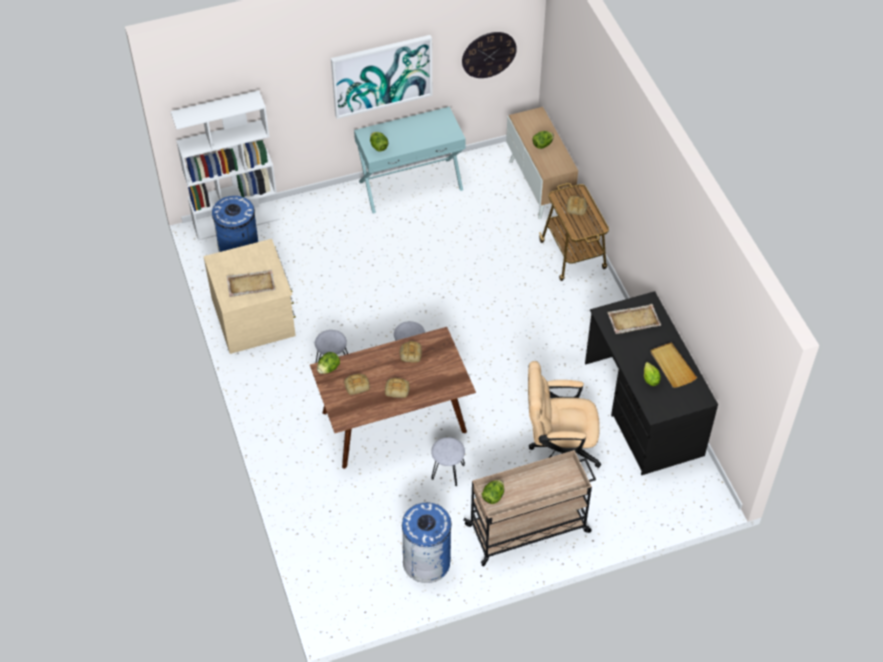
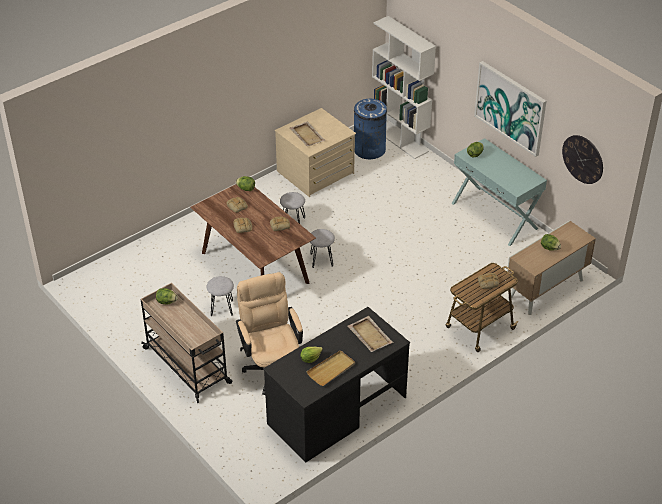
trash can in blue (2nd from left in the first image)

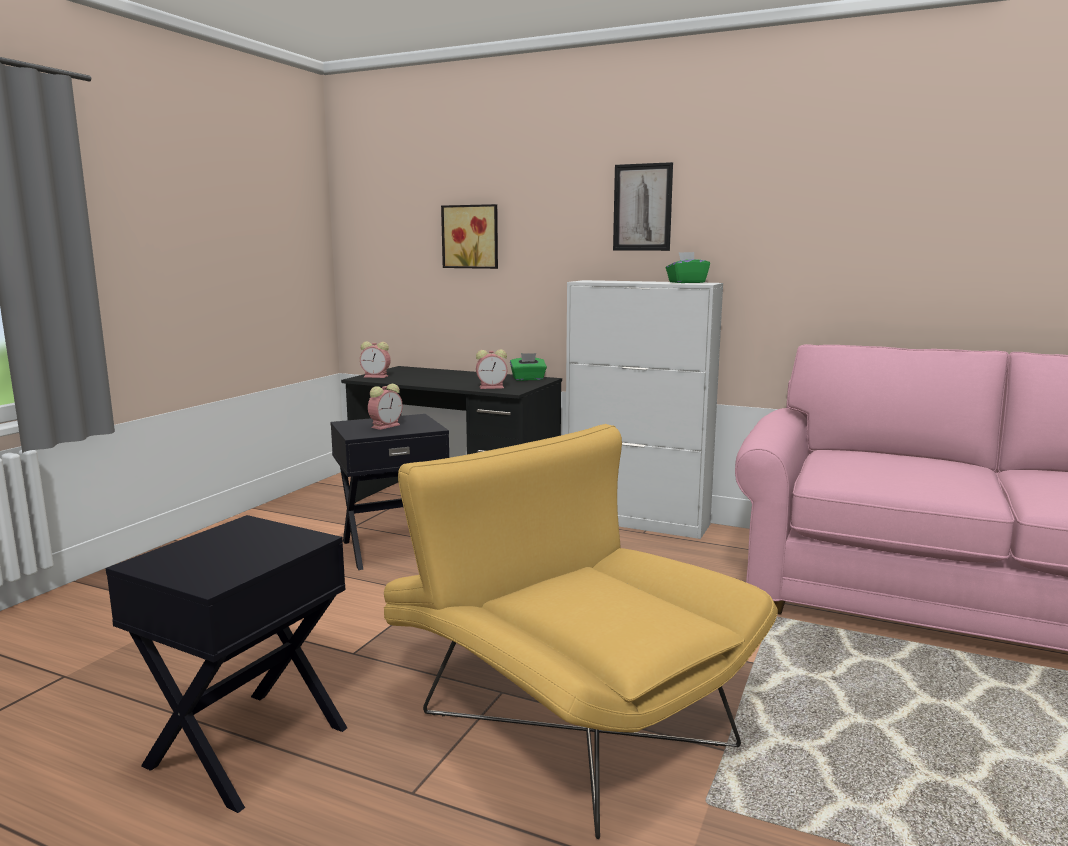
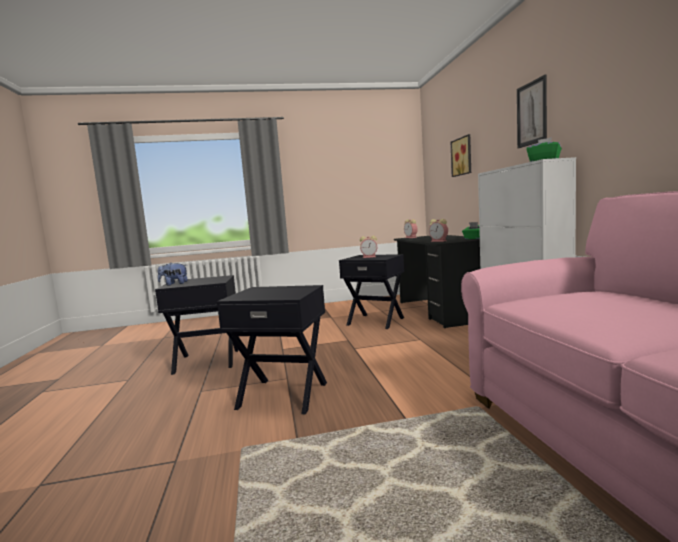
side table in black (2nd from left); plush toy

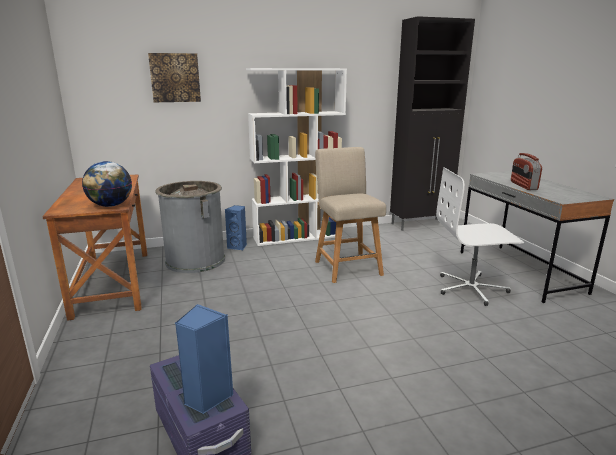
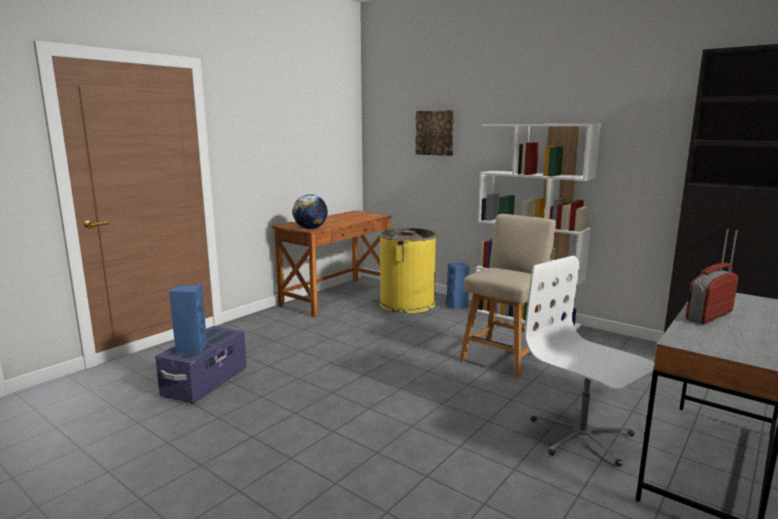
trash can in yellow

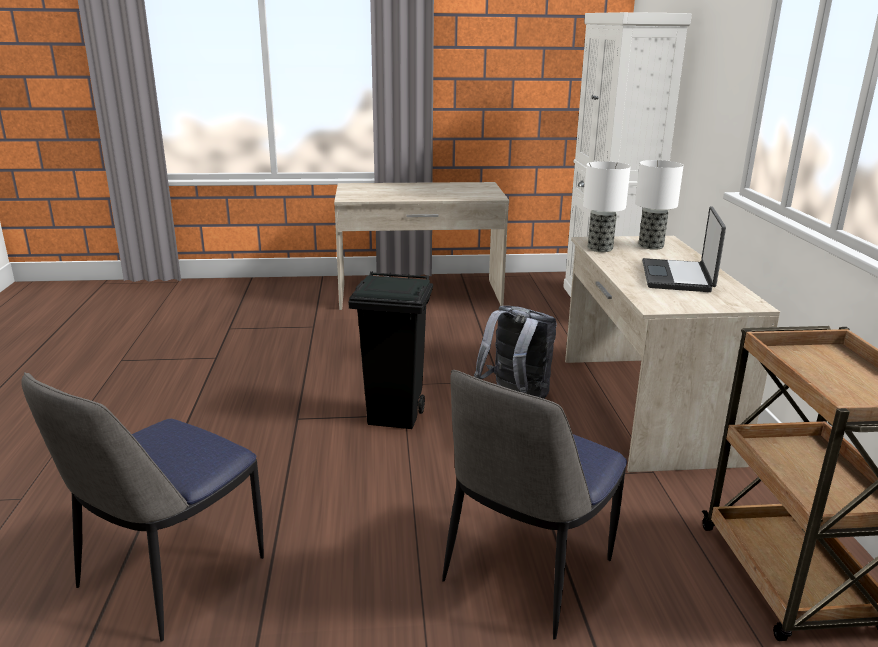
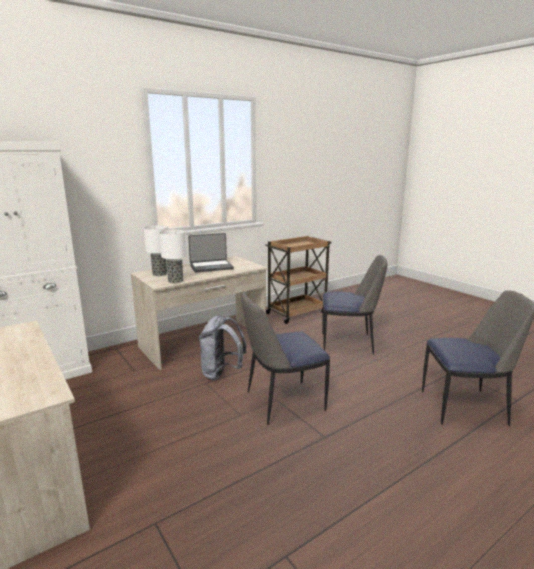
chair (1st from left)

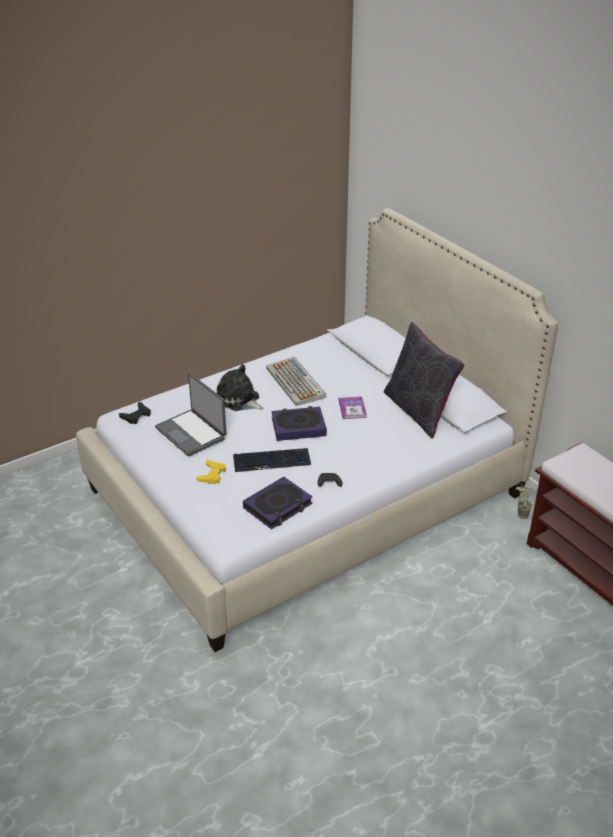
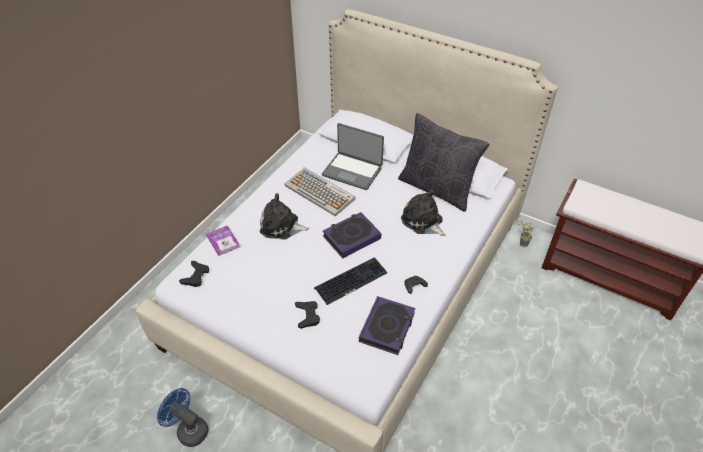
laptop; book (1st from left); game controller in black (2nd from left); plush toy (2nd from left); fan in blue

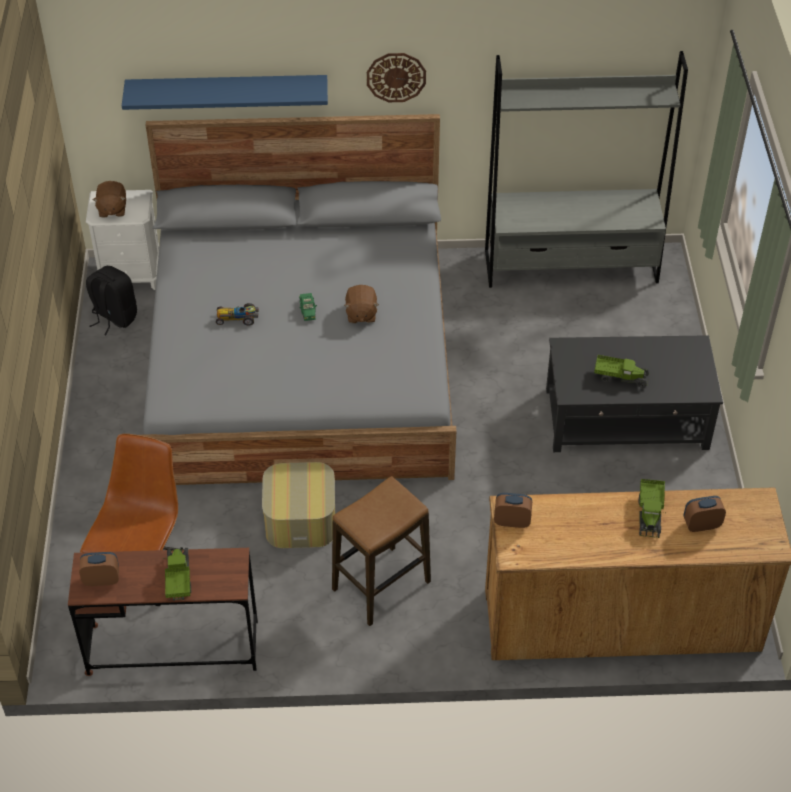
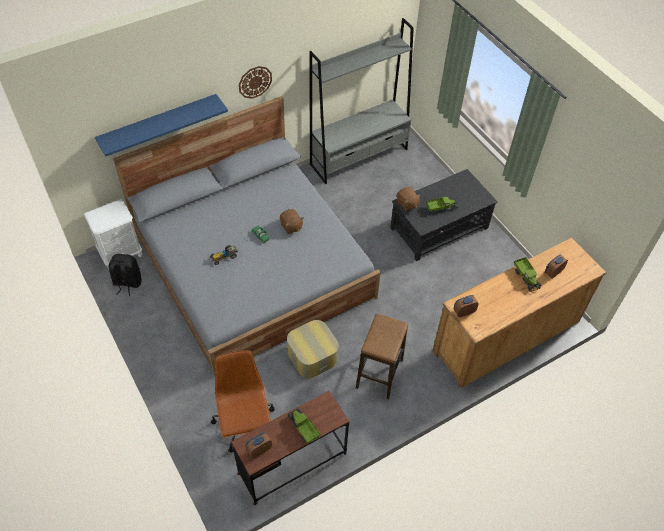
plush toy in brown (2nd from left)

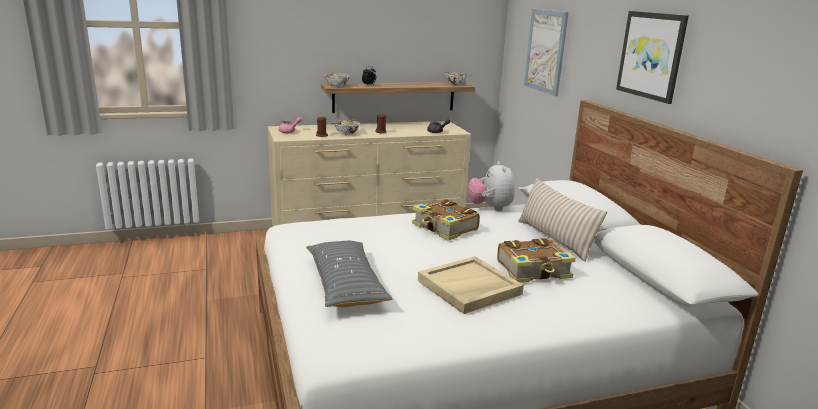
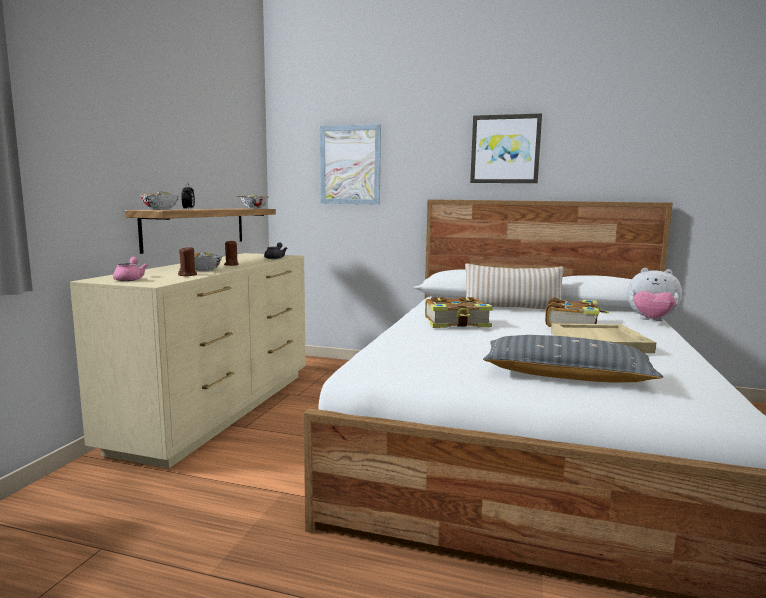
plush toy

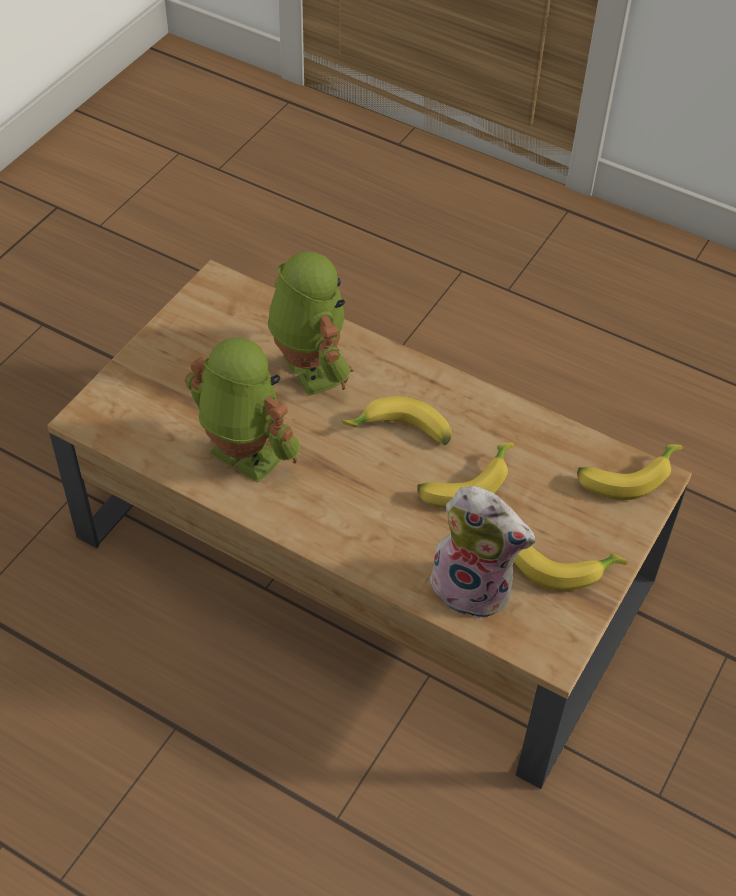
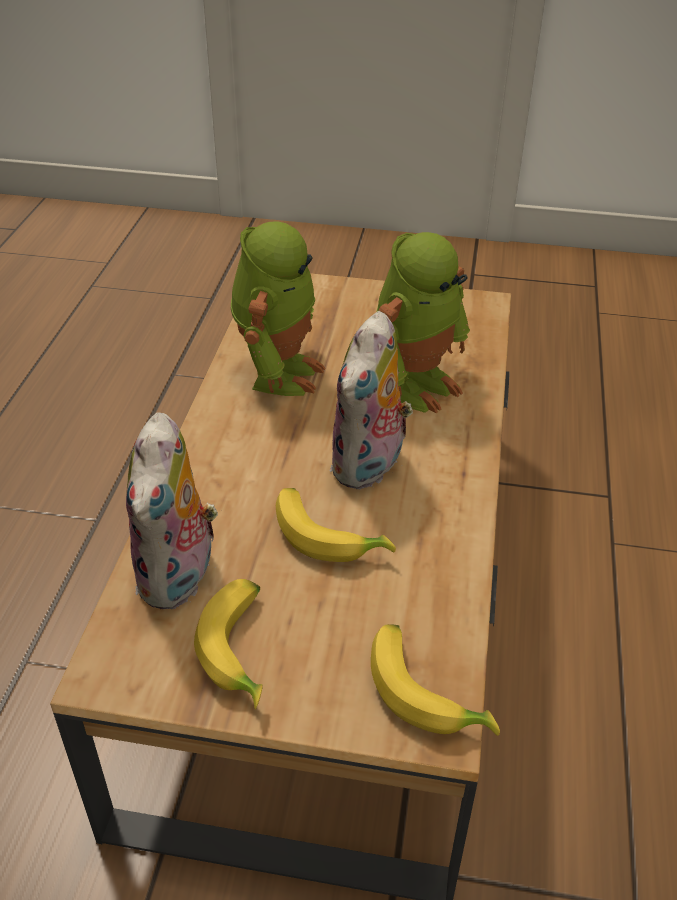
plush toy (2nd from left)

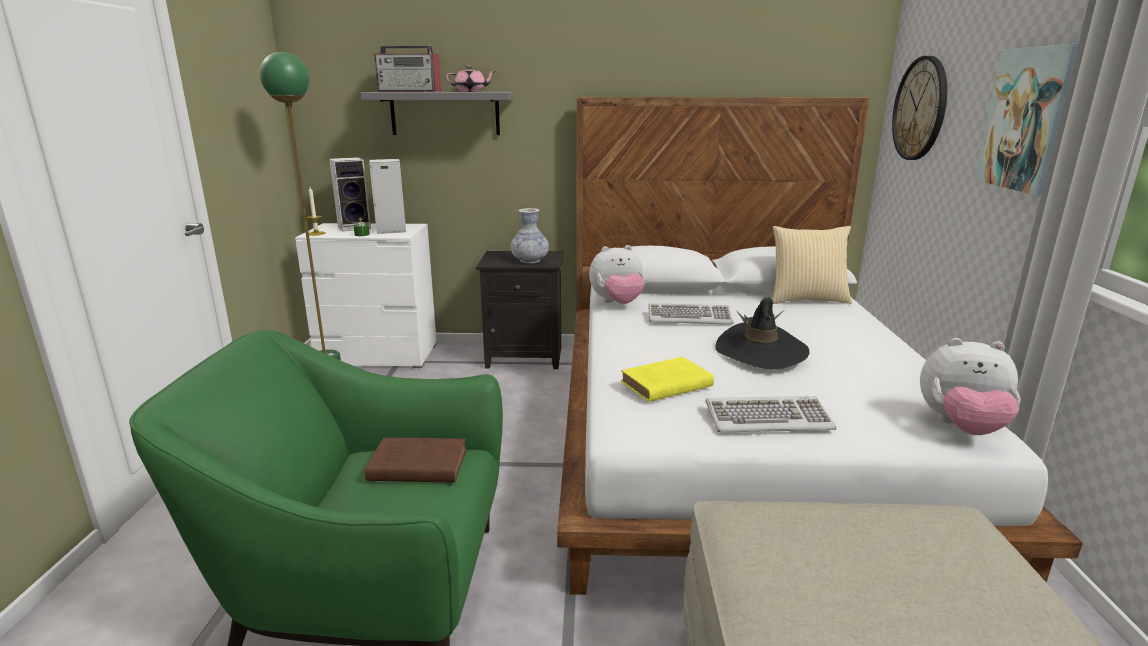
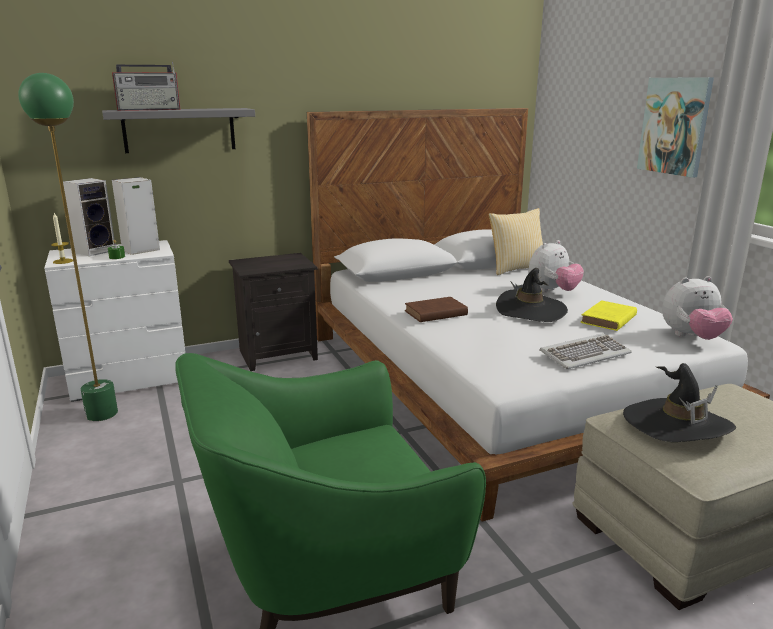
wall clock; teapot in pink; vase; plush toy (1st from left); keyboard (1st from left in the first image); book in yellow; book in brown; hat in black (2nd from left)

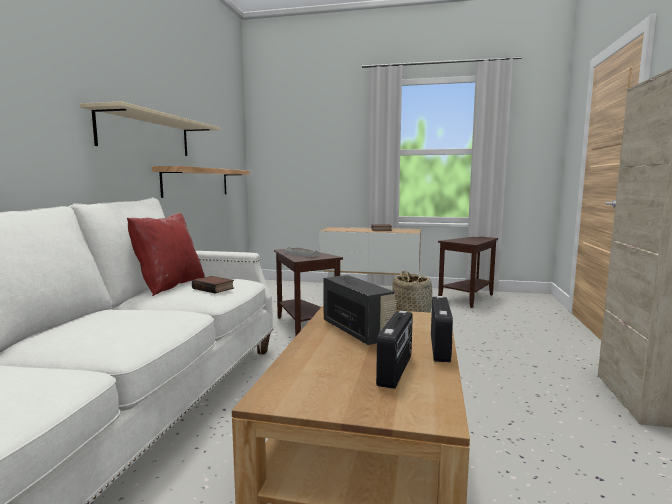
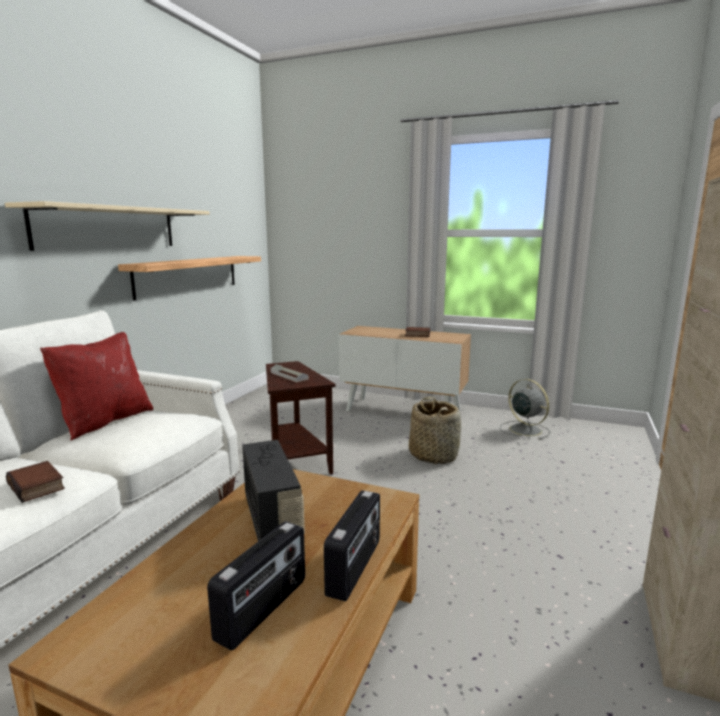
fan in grey; book (1st from left)

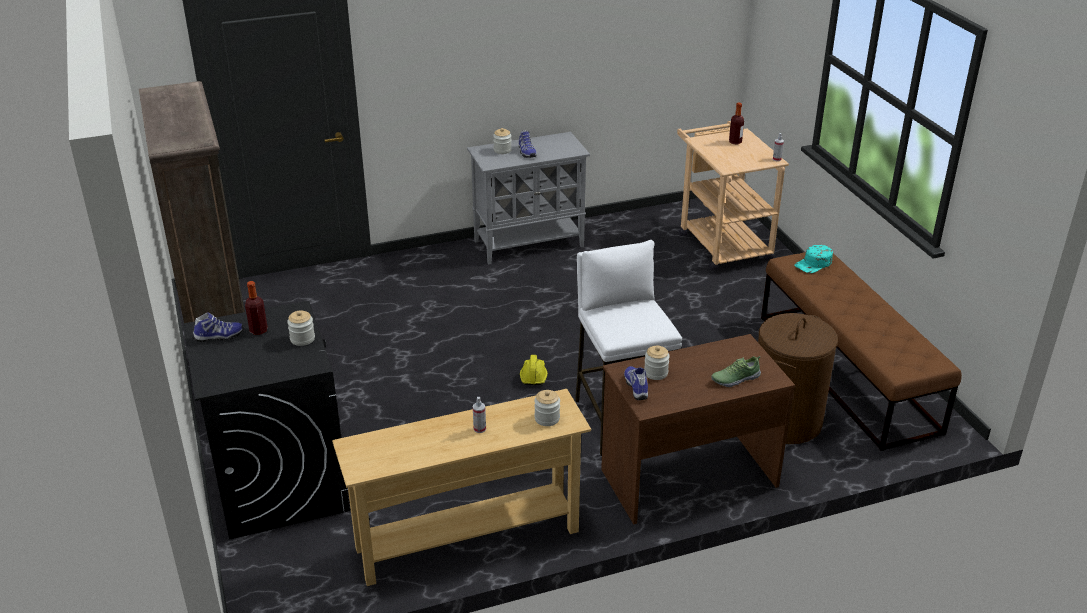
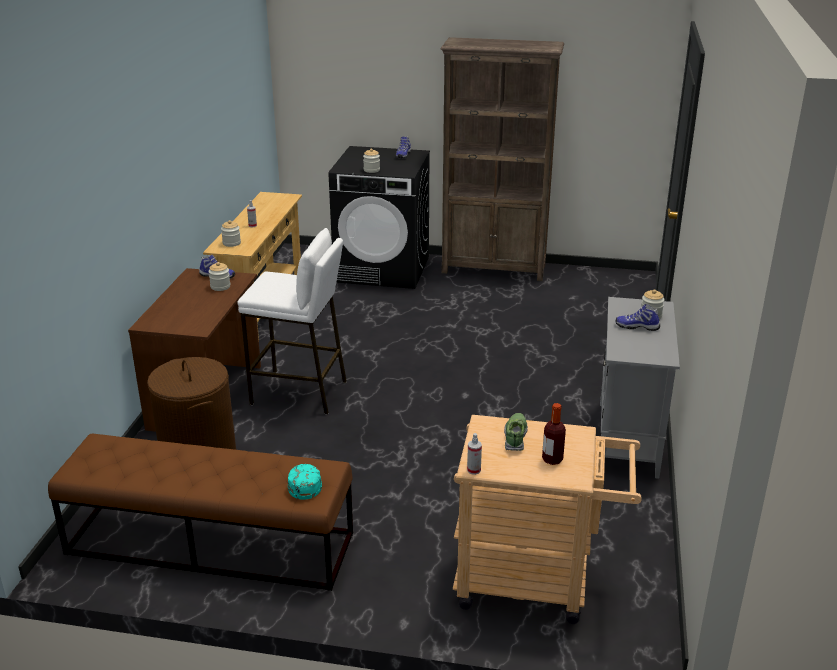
bottle (1st from left in the first image); hard hat in yellow; shoe (3rd from left)

